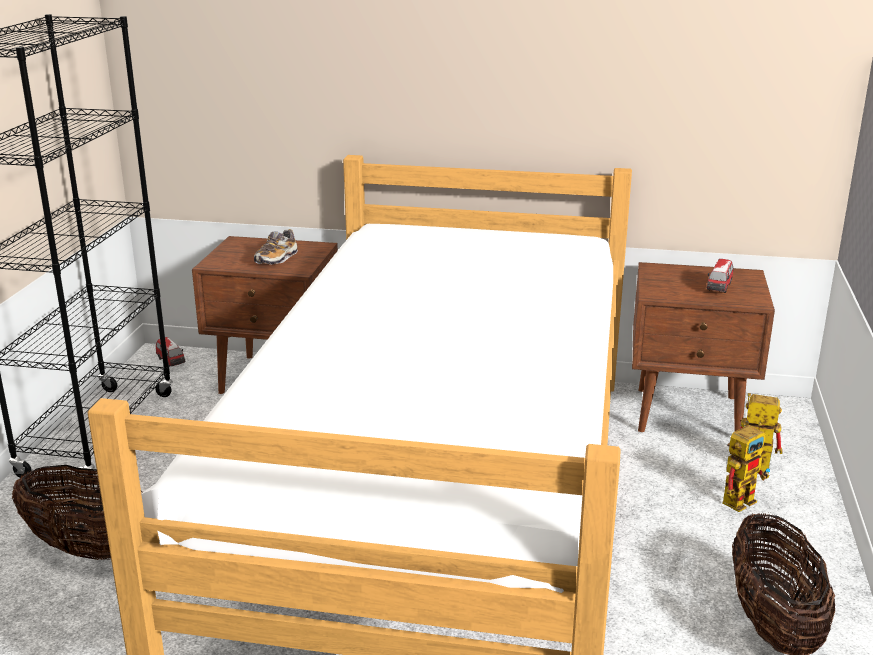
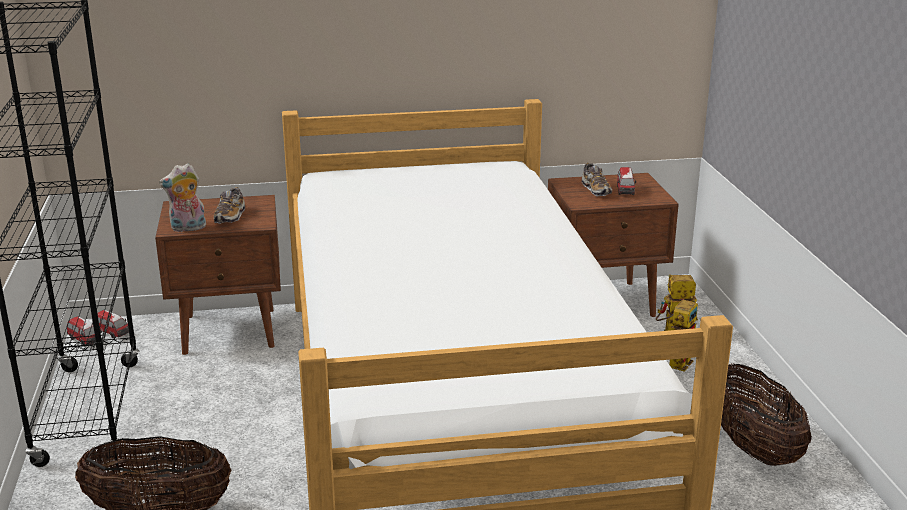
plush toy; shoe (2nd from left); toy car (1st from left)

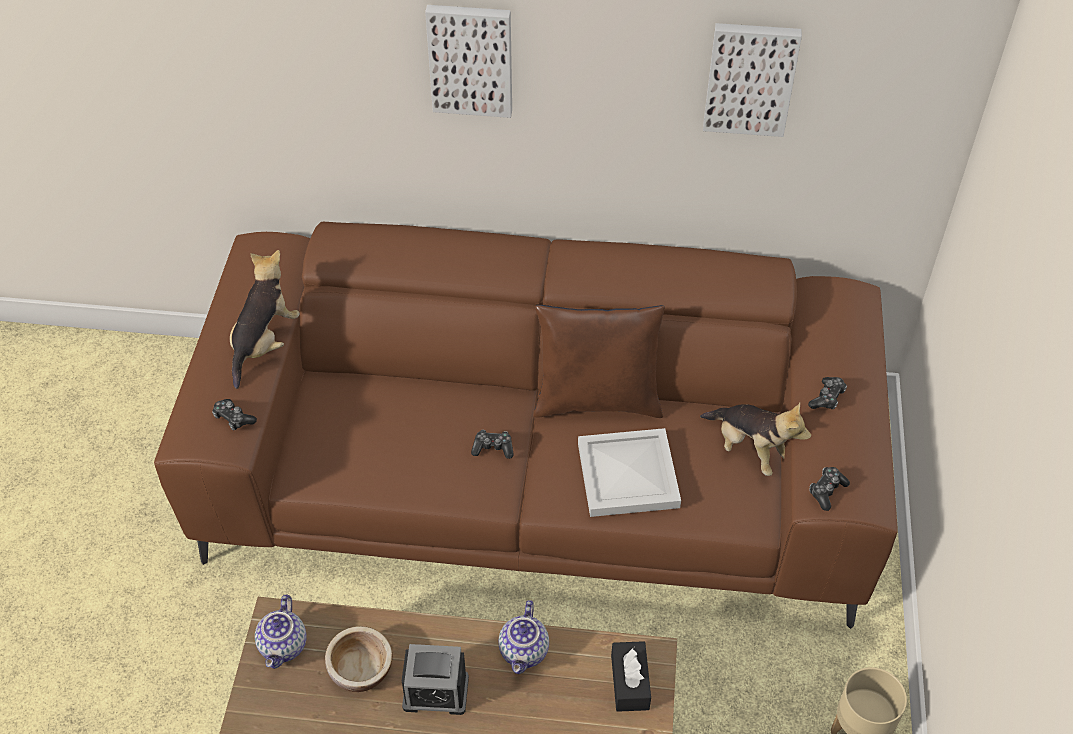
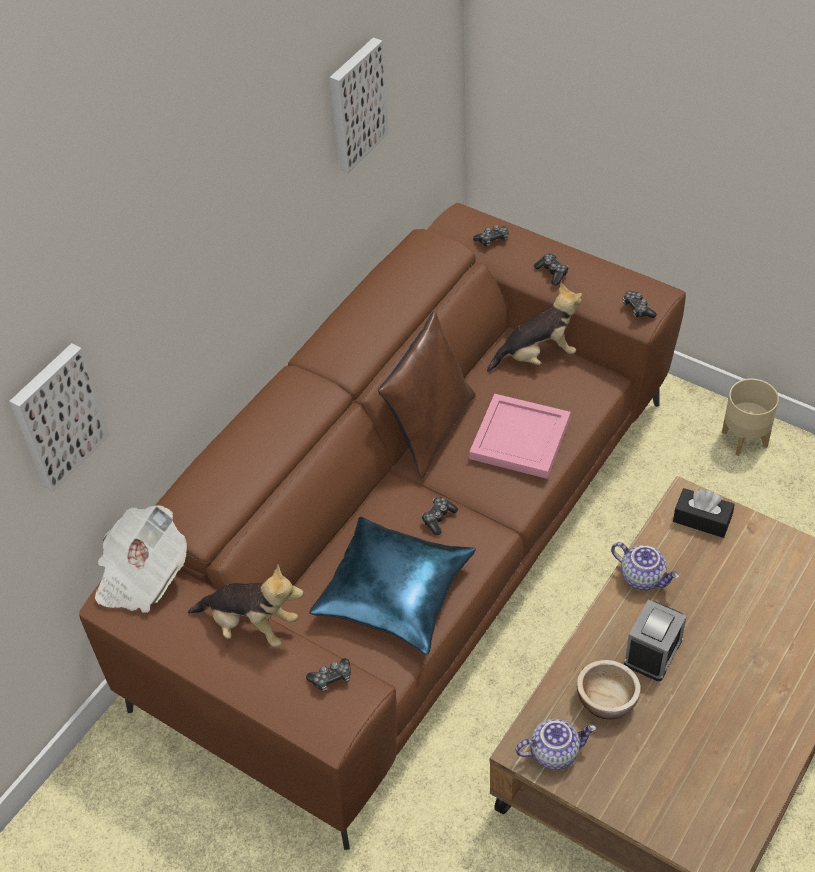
picture (1st from left); plush toy (1st from left); tray in pink; teapot (1st from left); game controller (3rd from left); newspaper; pillow in blue

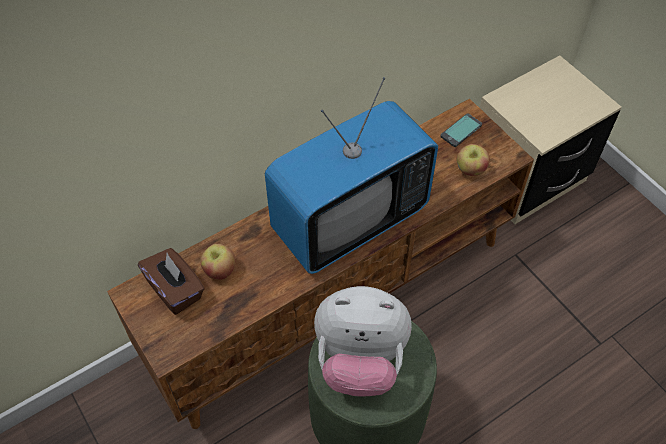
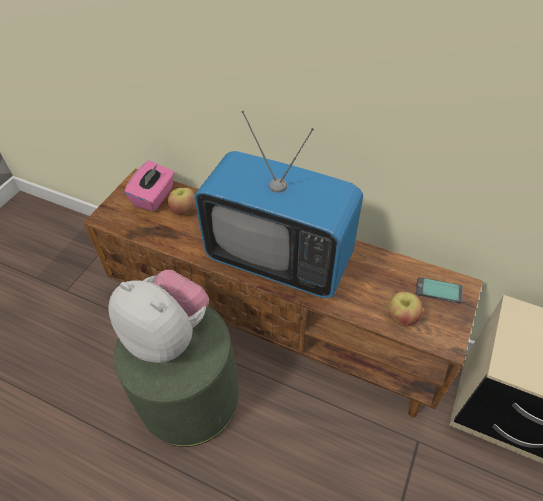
tissue box in pink; plush toy

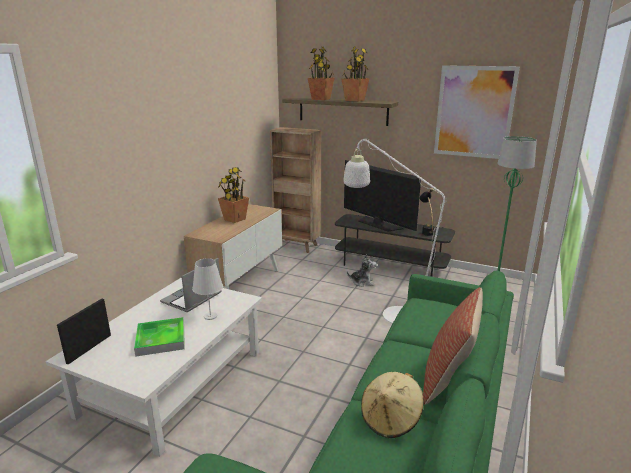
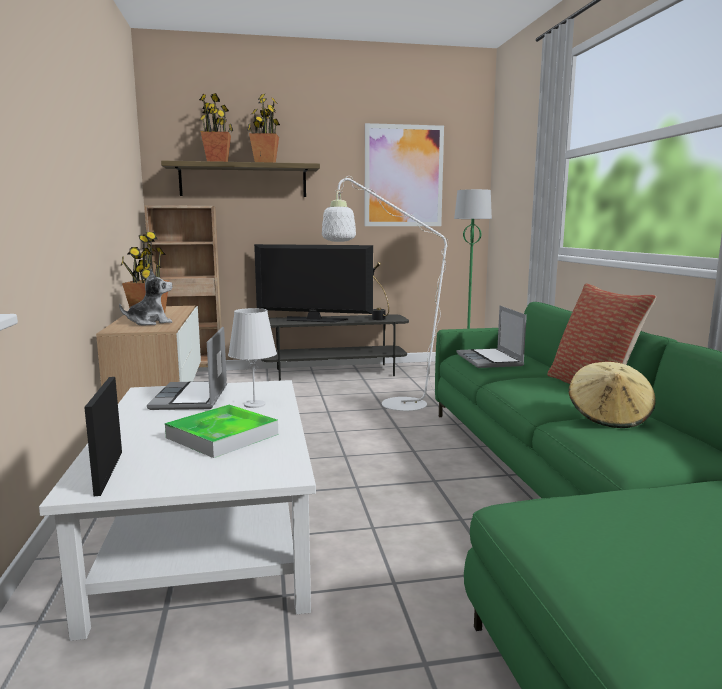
plush toy; laptop (2nd from left)

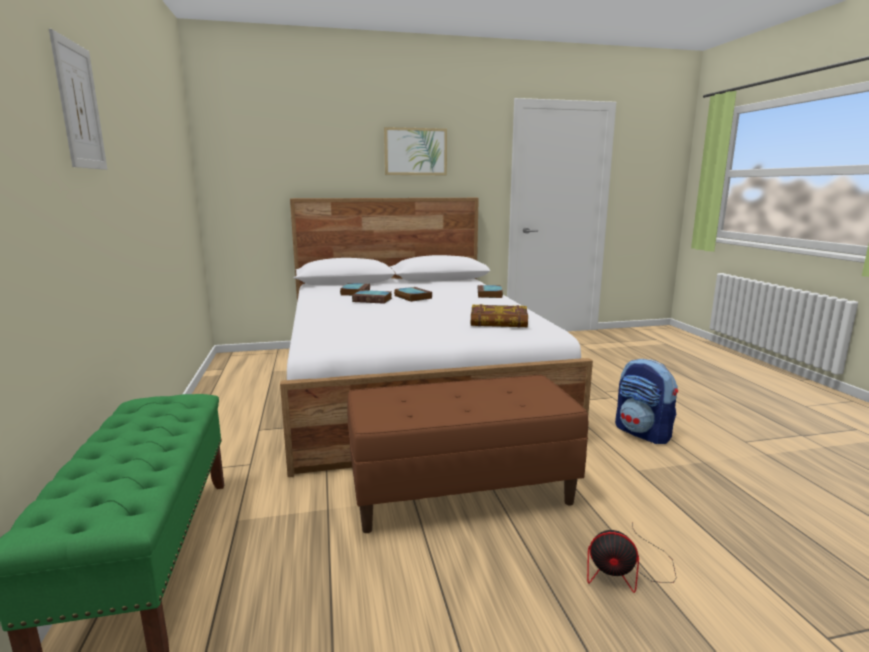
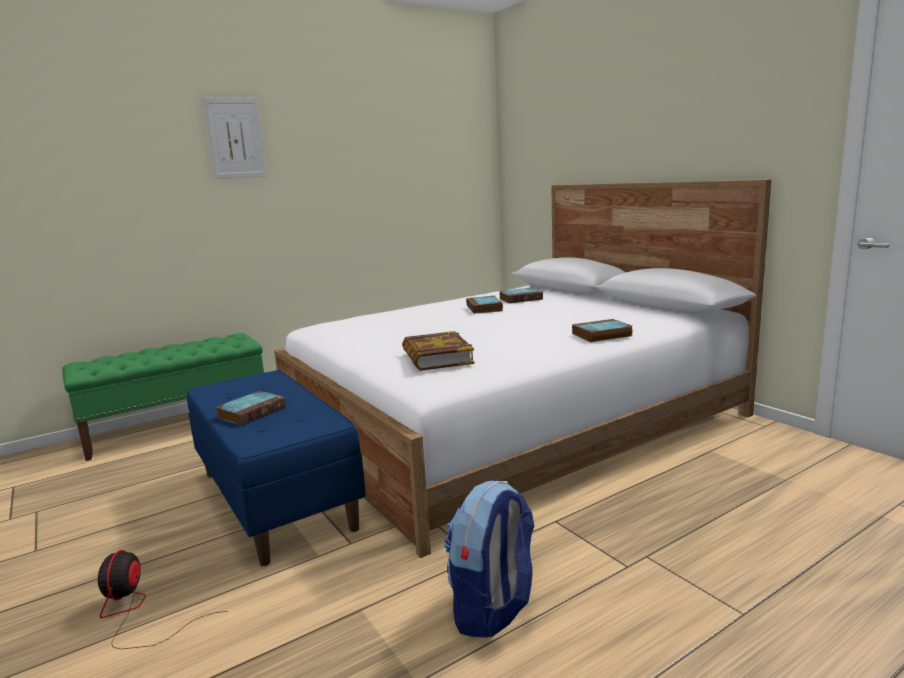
picture (2nd from left in the first image); book (1st from left); bench in blue

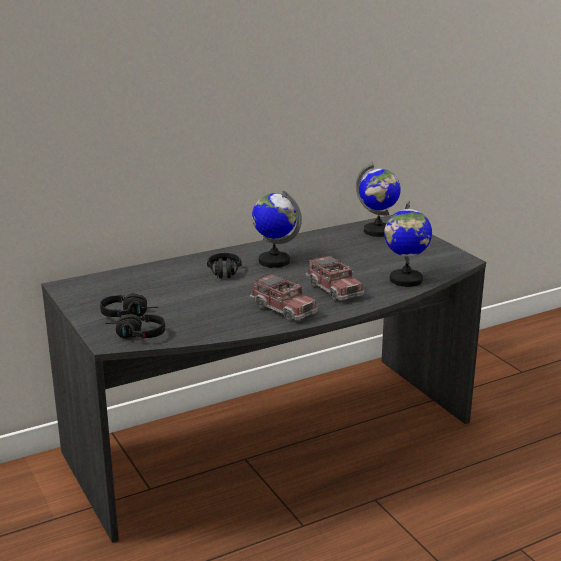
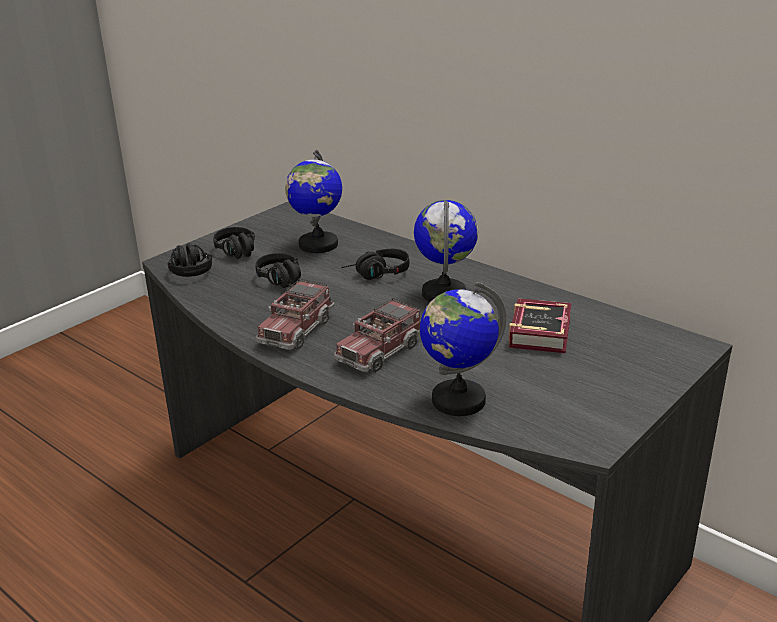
globe (1st from left); headphones in black (3rd from left); book

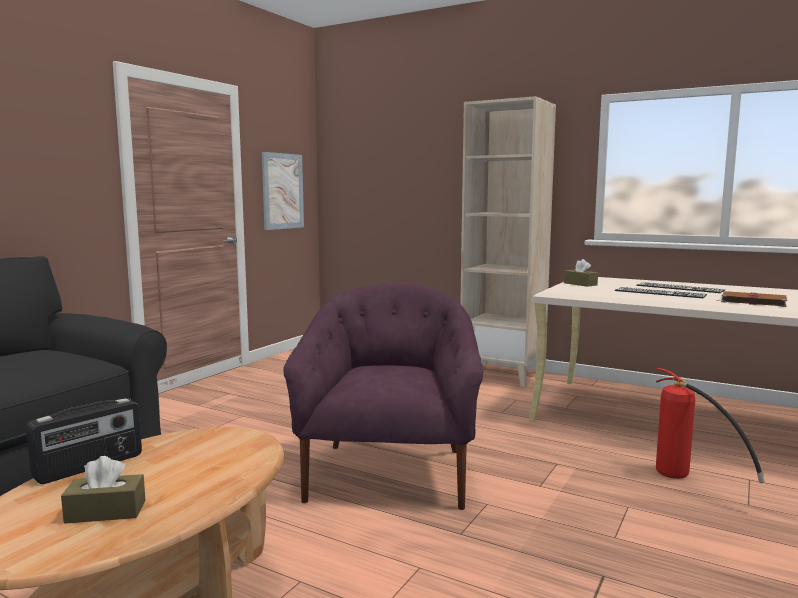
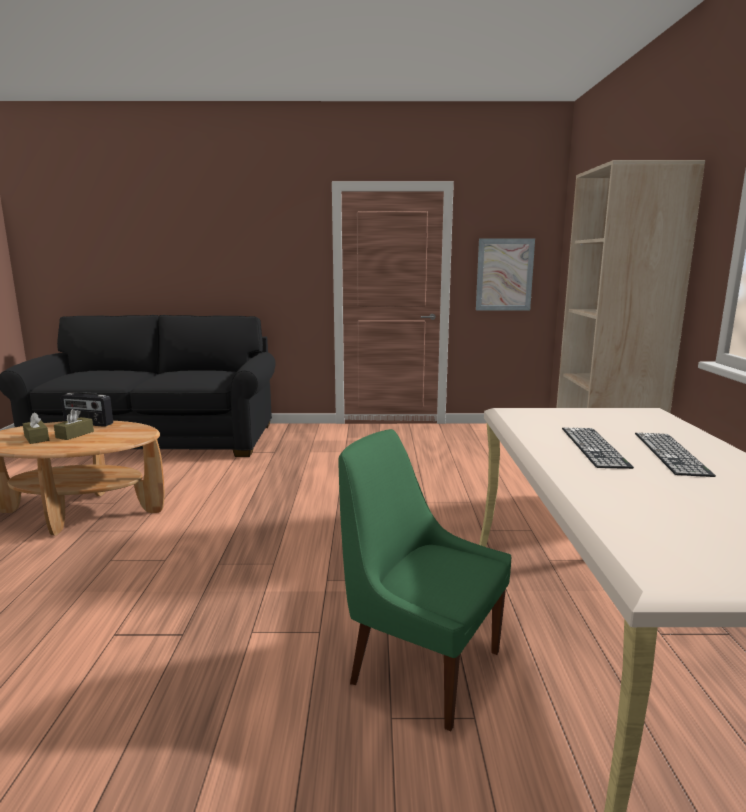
tissue box in brown (2nd from left); armchair in purple; book in brown; chair in green

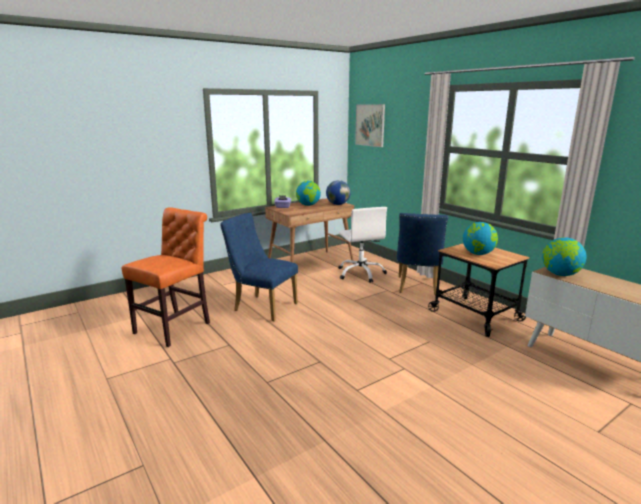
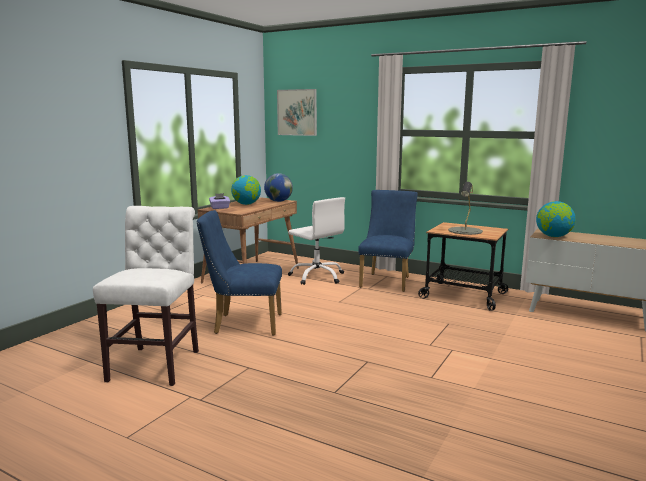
chair in white; chair in blue (2nd from left); table lamp in grey

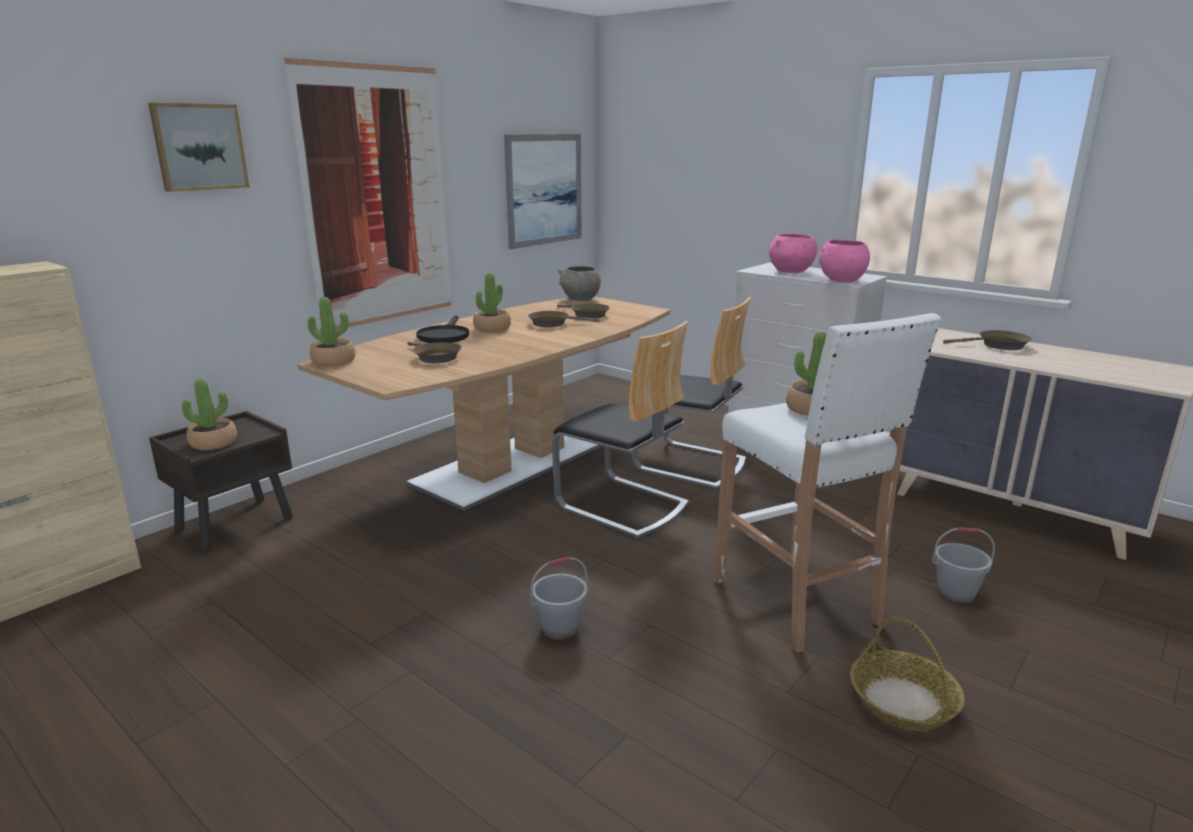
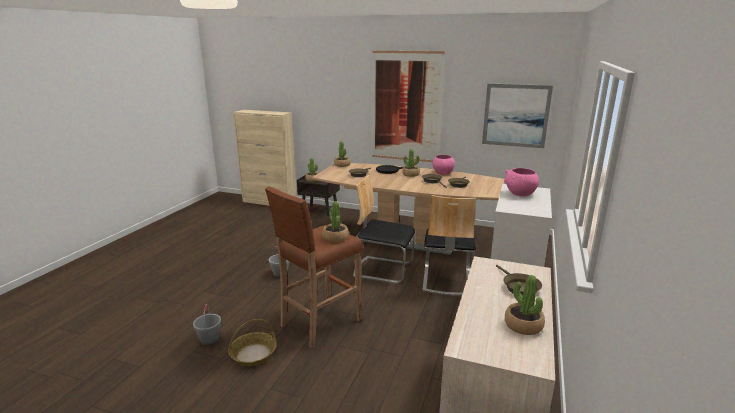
picture (1st from left in the first image); bowl in pink (1st from left); bowl in grey; stool in brown; chair (1st from left); bucket in grey (1st from left); potted plant (5th from left)

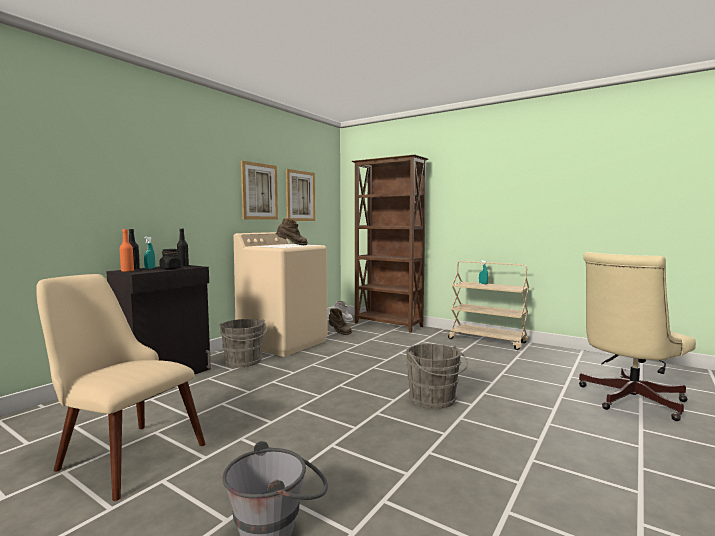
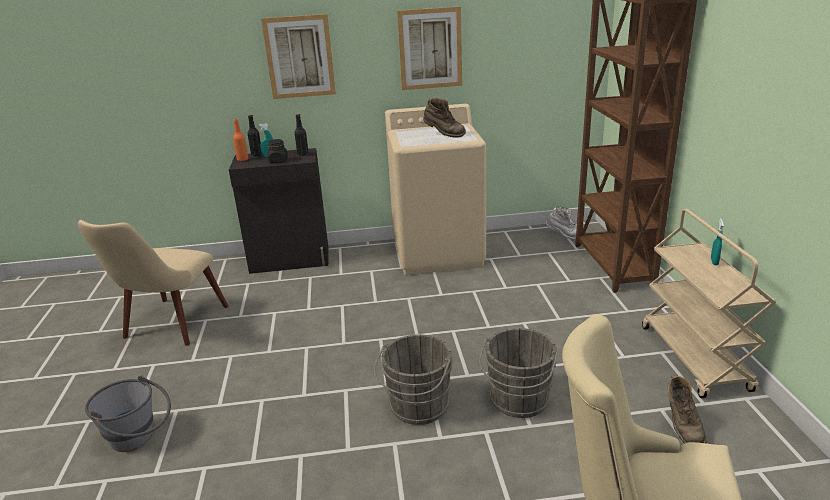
picture (1st from left); chair in beige; boot in brown (2nd from left); bucket in grey (3rd from left)

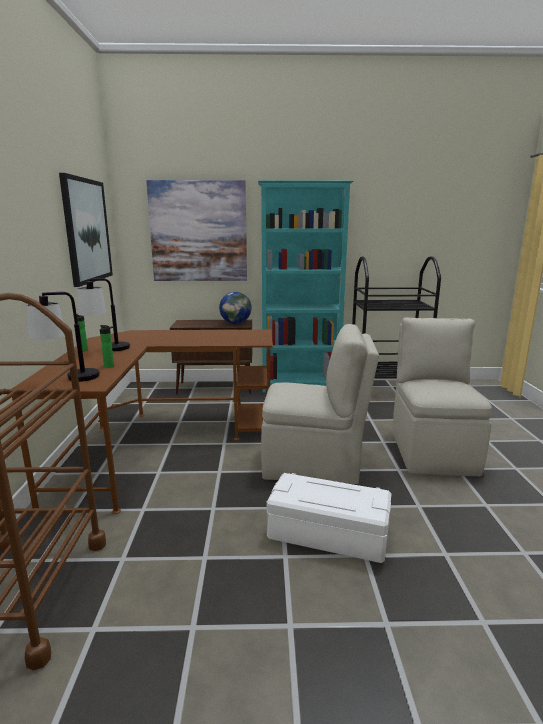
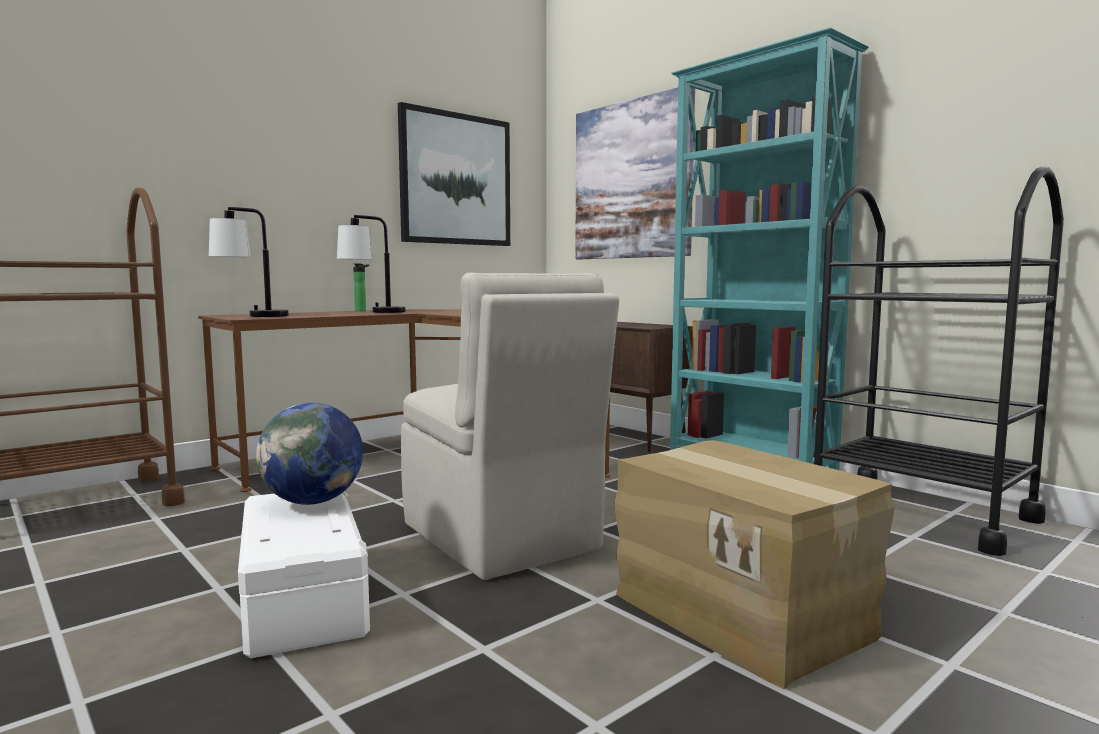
globe; cardboard box; bottle (2nd from left in the first image)

